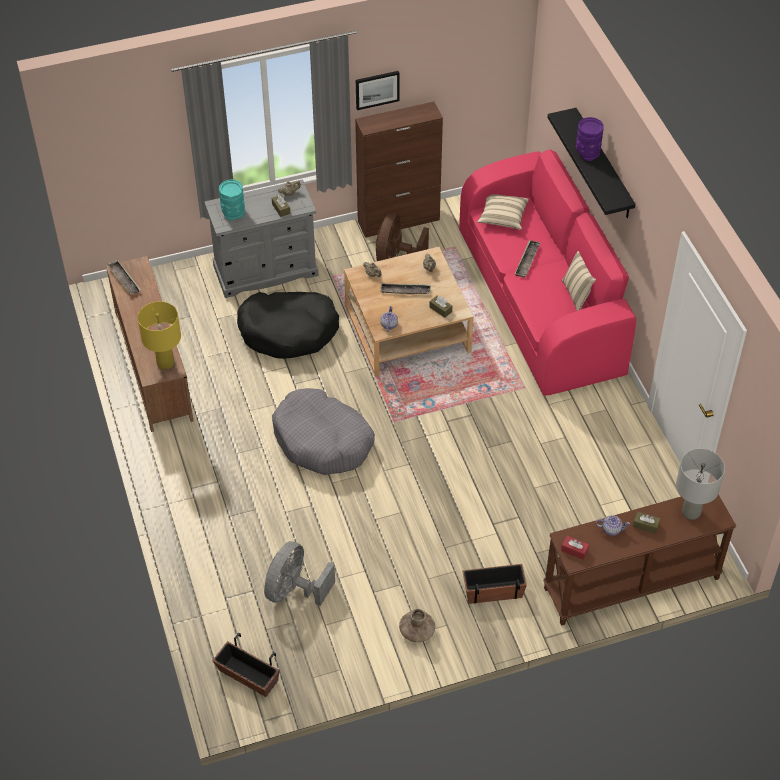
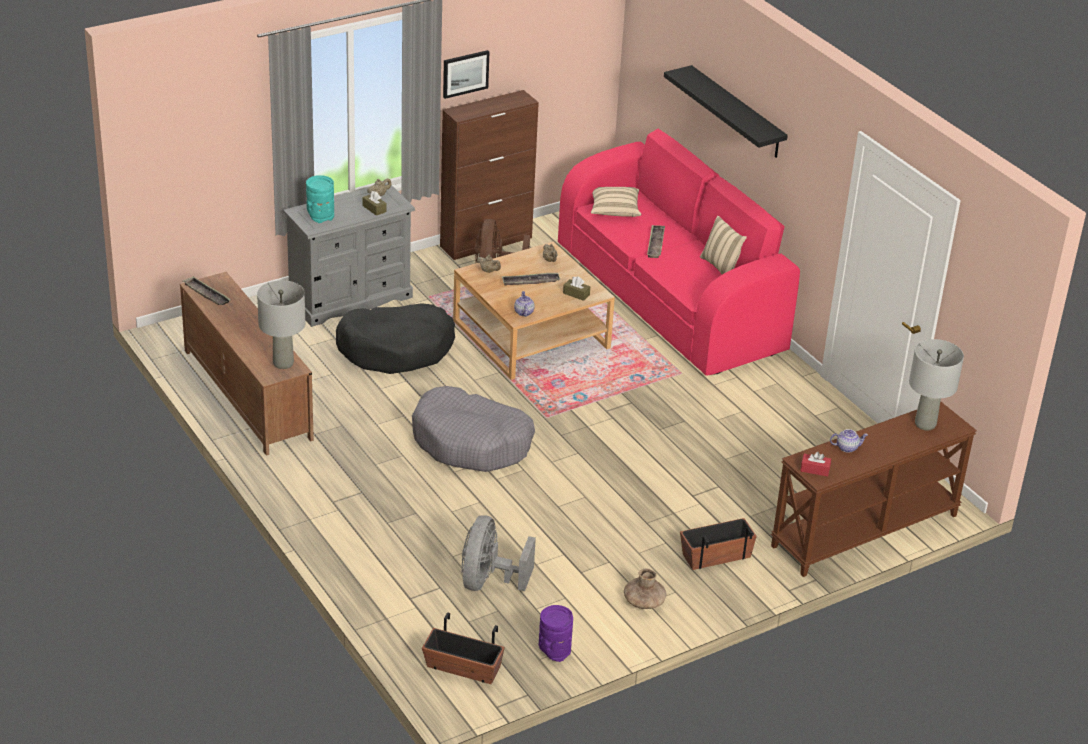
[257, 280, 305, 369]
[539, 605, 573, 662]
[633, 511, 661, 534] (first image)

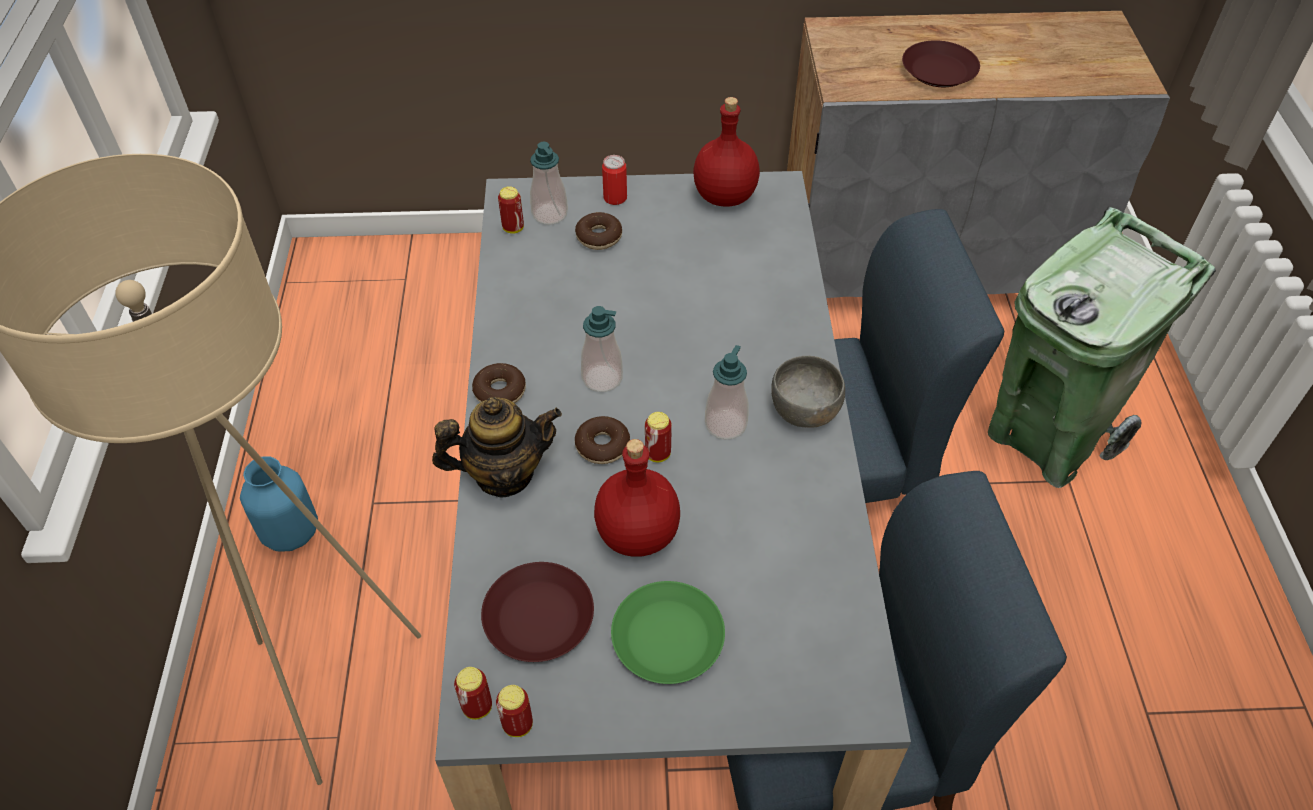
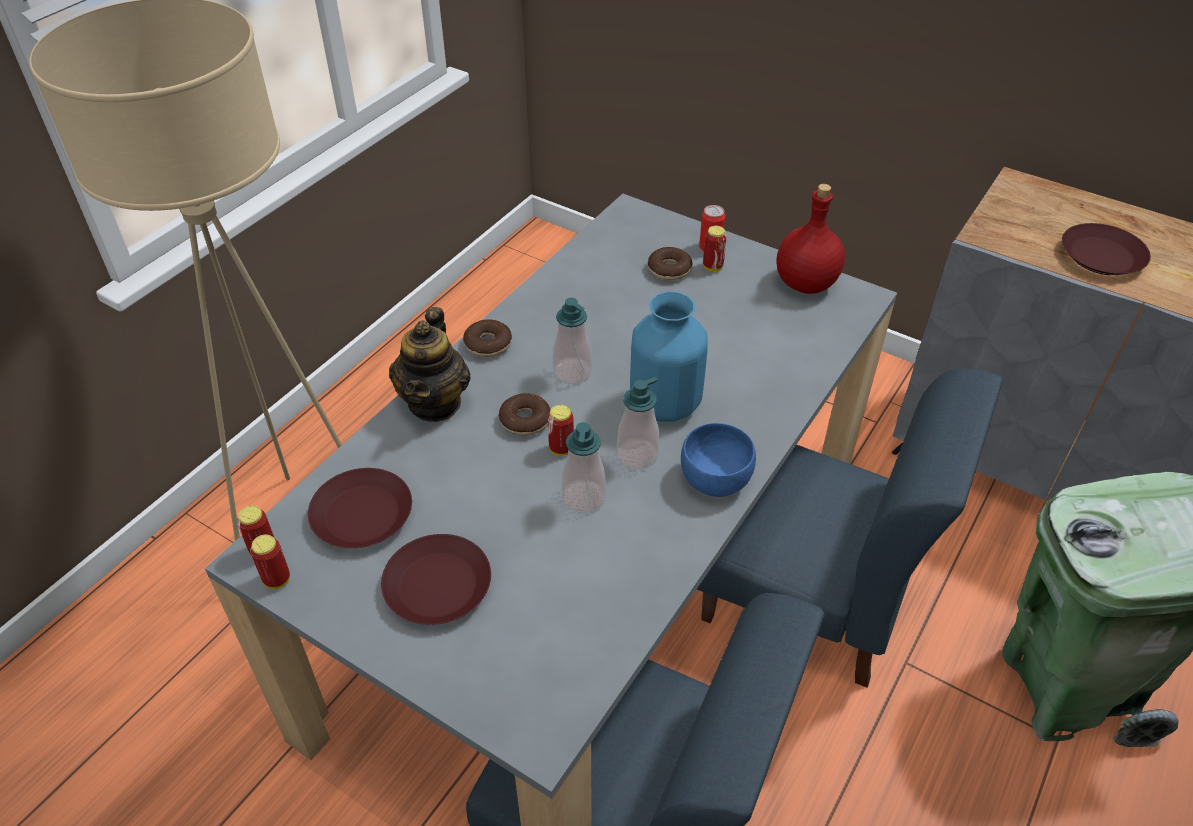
[630, 291, 708, 422]
[389, 307, 471, 422]
[703, 226, 727, 271]
[562, 422, 606, 513]
[594, 439, 680, 557] (first image)
[381, 534, 491, 625]
[681, 423, 756, 497]

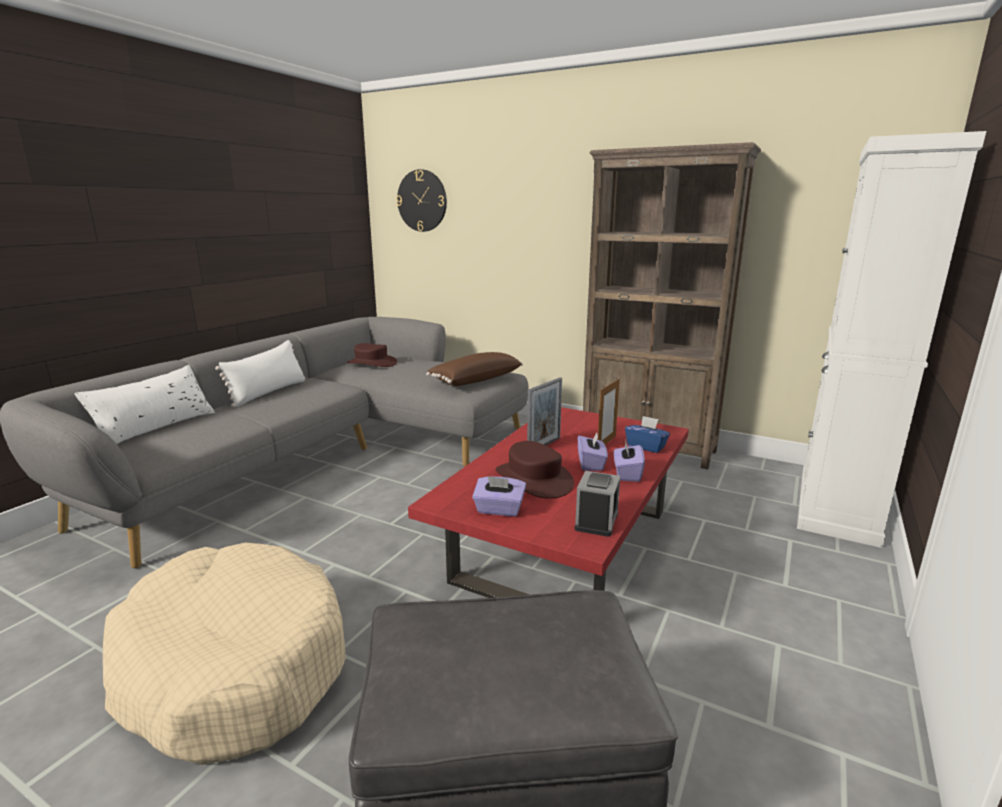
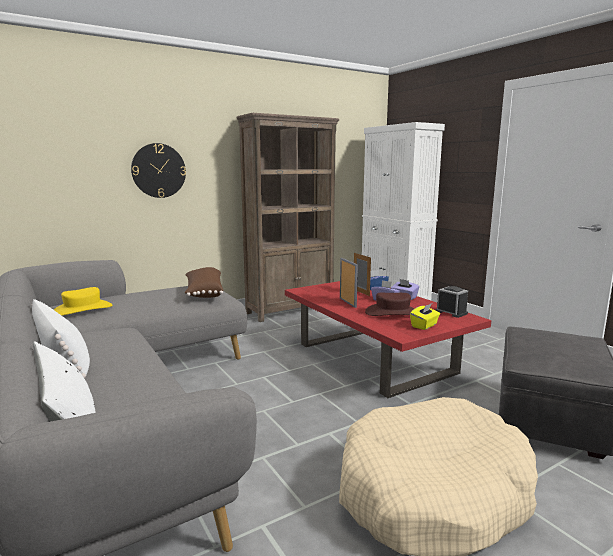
[54, 287, 112, 316]
[131, 143, 186, 198]
[410, 303, 440, 330]

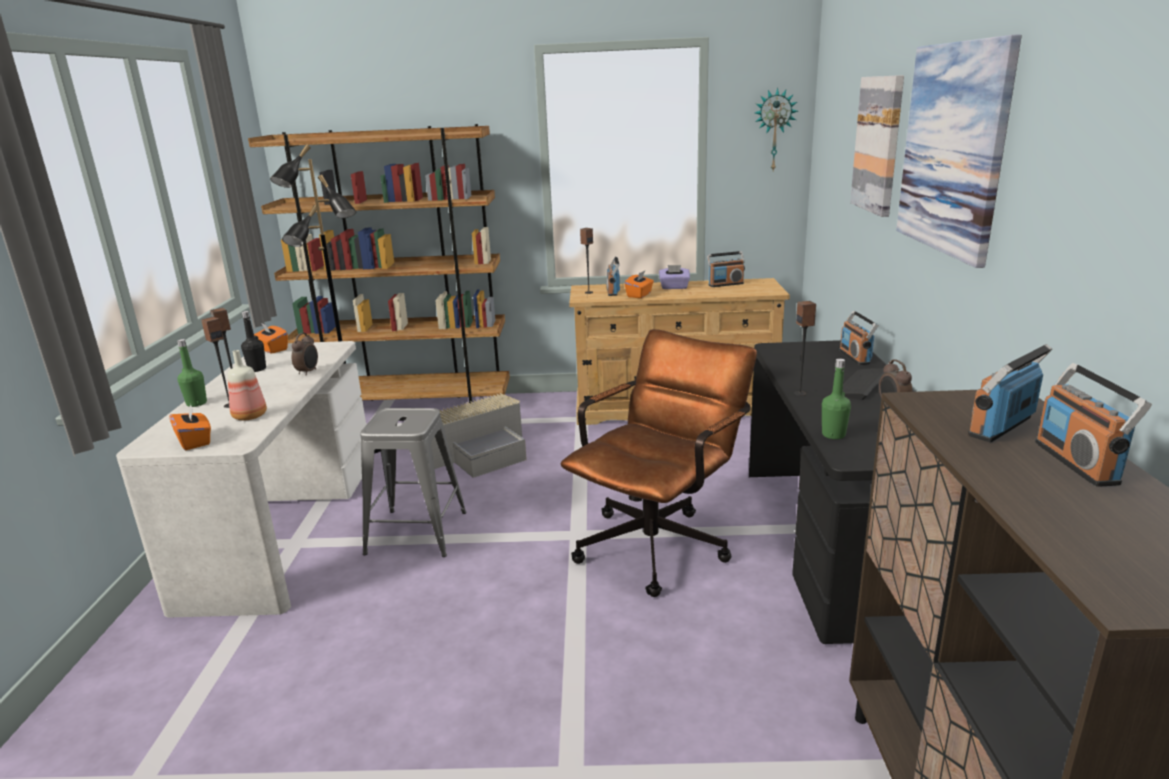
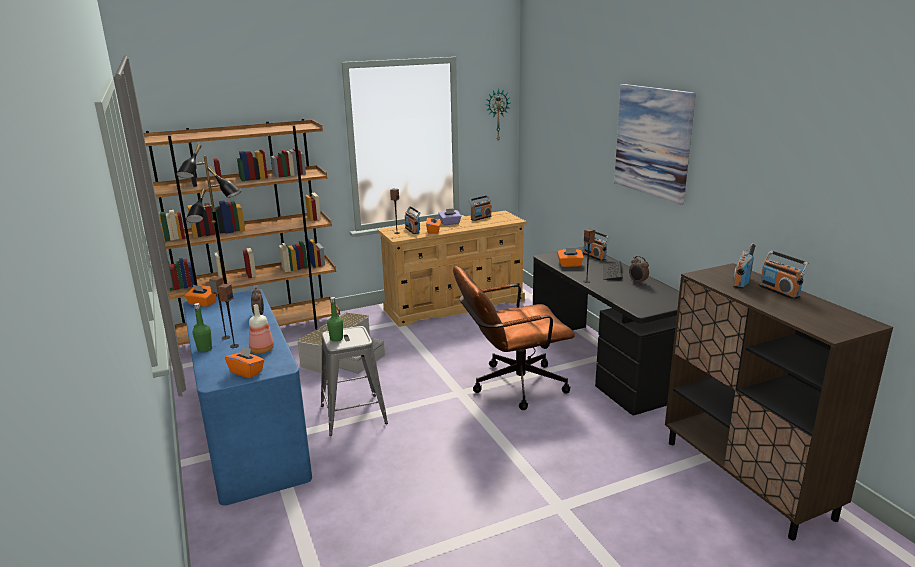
[183, 289, 312, 506]
[241, 311, 266, 372] (first image)
[453, 266, 575, 410]
[327, 297, 343, 342]
[850, 75, 904, 217] (first image)
[557, 248, 584, 267]

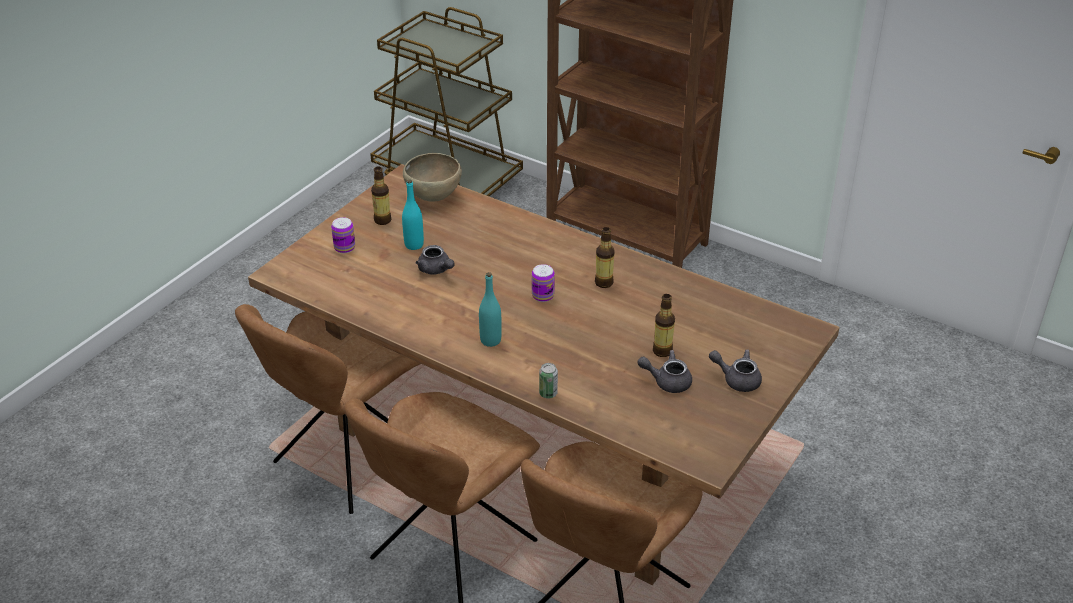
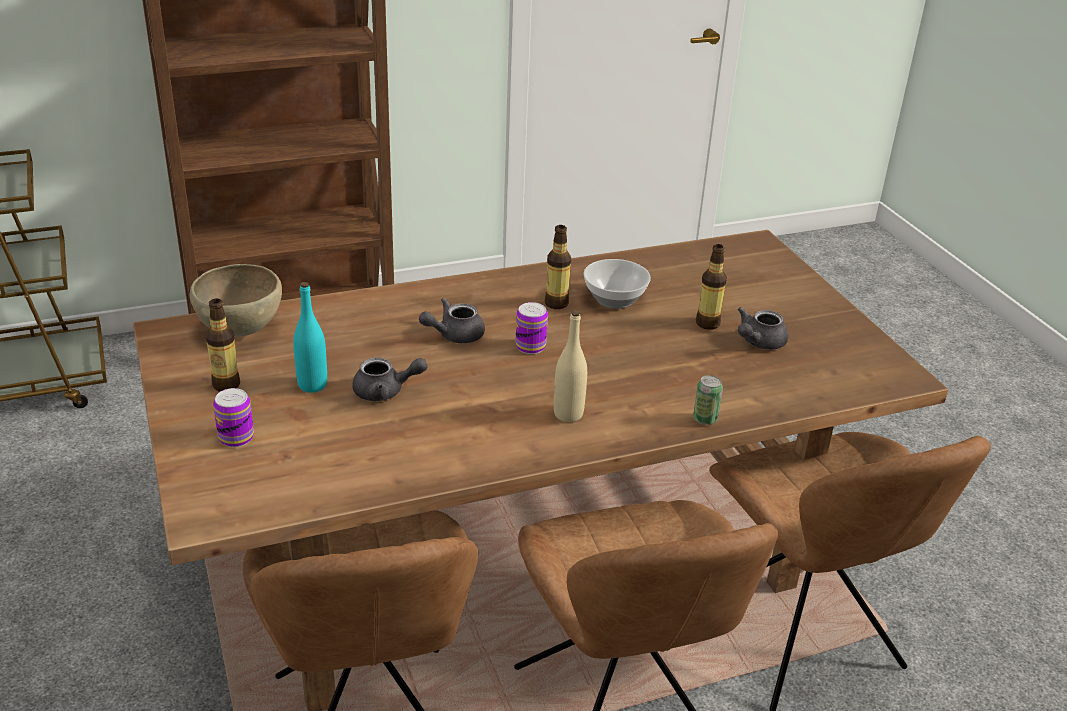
[554, 310, 587, 422]
[419, 298, 485, 343]
[584, 259, 651, 309]

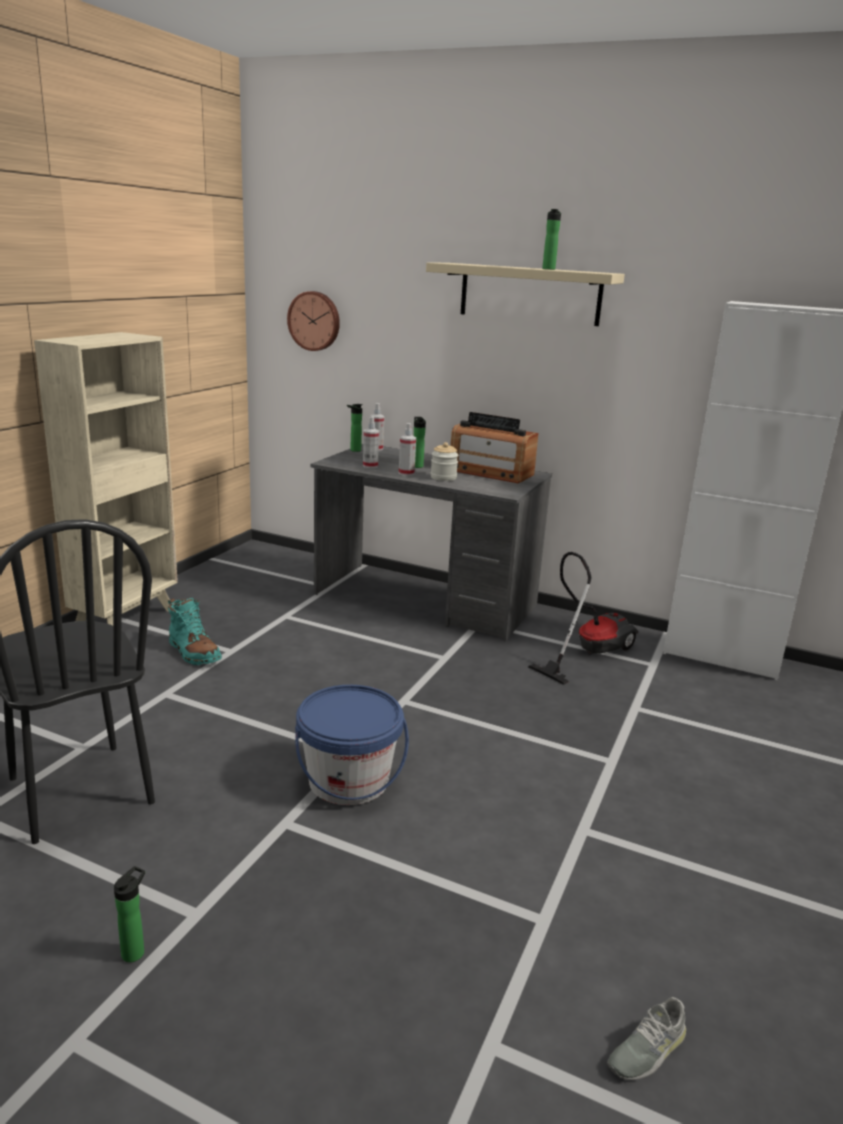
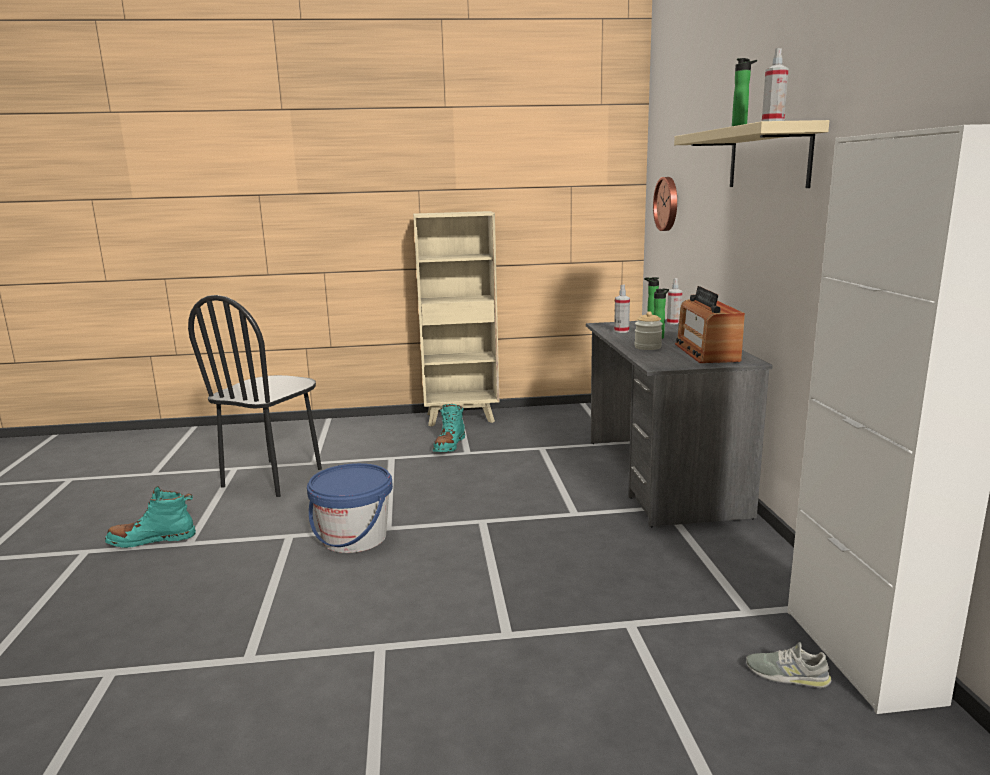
[105, 486, 196, 548]
[762, 48, 789, 121]
[528, 552, 638, 685] (first image)
[746, 642, 832, 688]

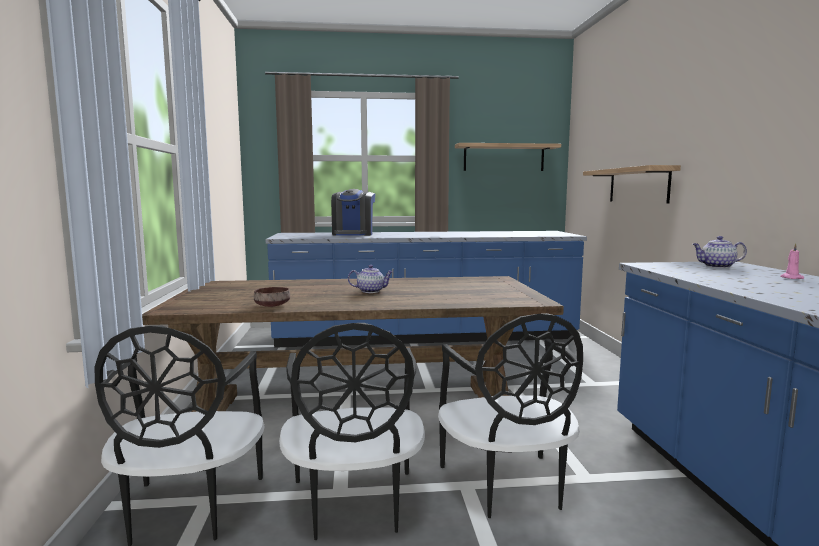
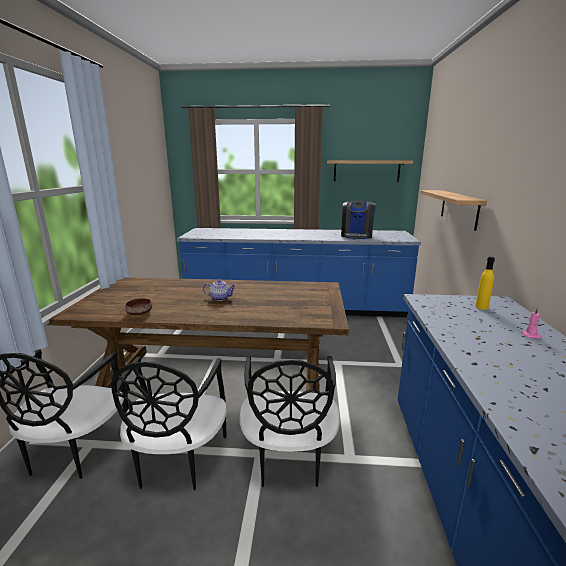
[341, 200, 376, 239]
[475, 257, 495, 310]

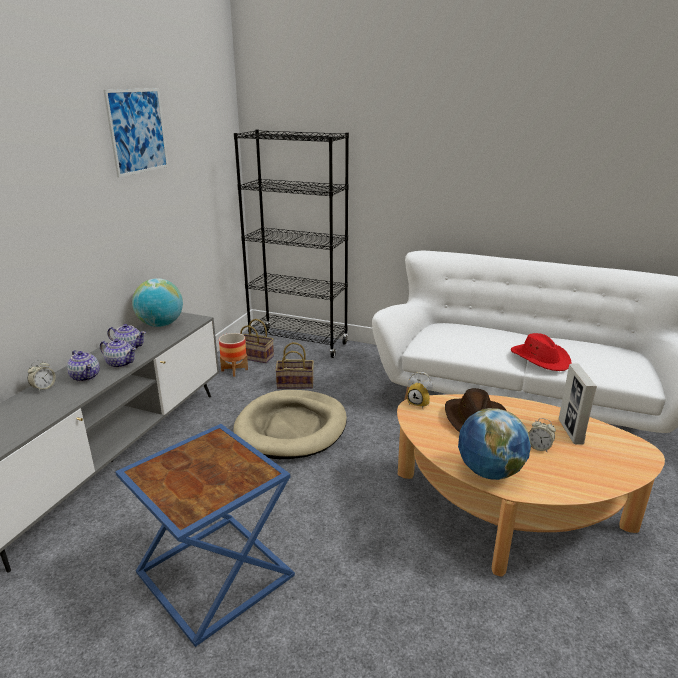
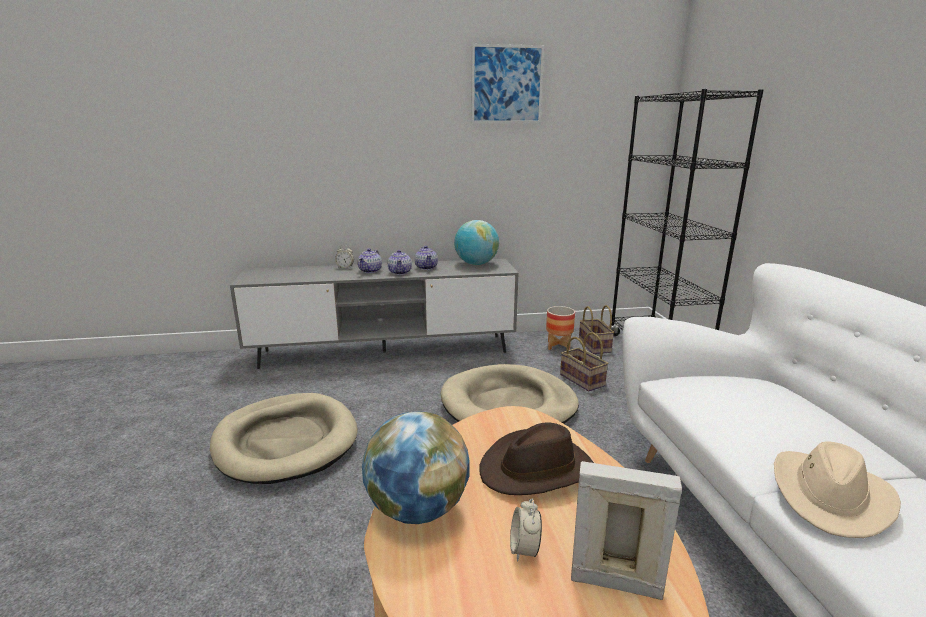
[210, 393, 358, 484]
[407, 372, 433, 409] (first image)
[774, 442, 901, 538]
[571, 461, 682, 600]

